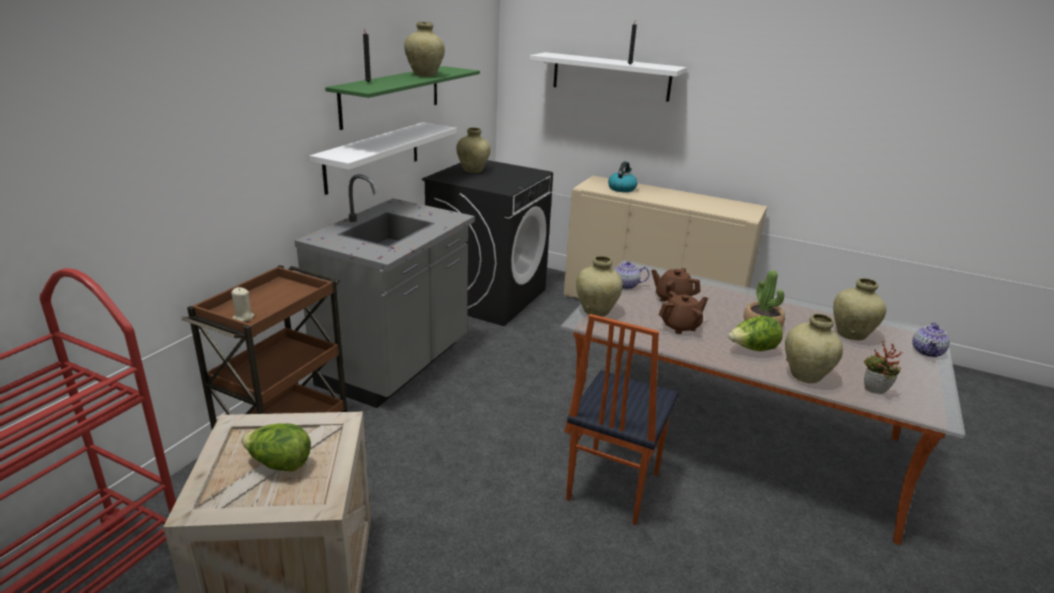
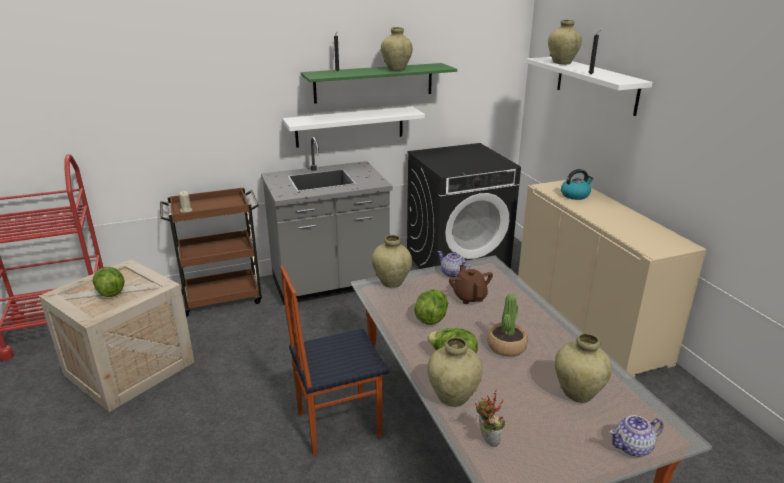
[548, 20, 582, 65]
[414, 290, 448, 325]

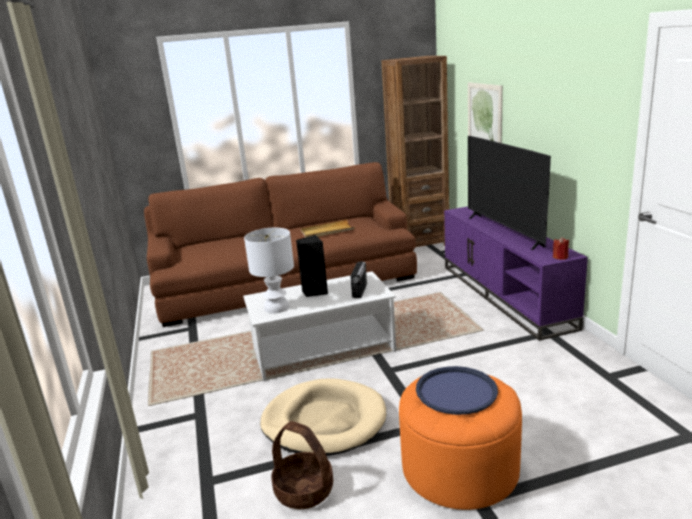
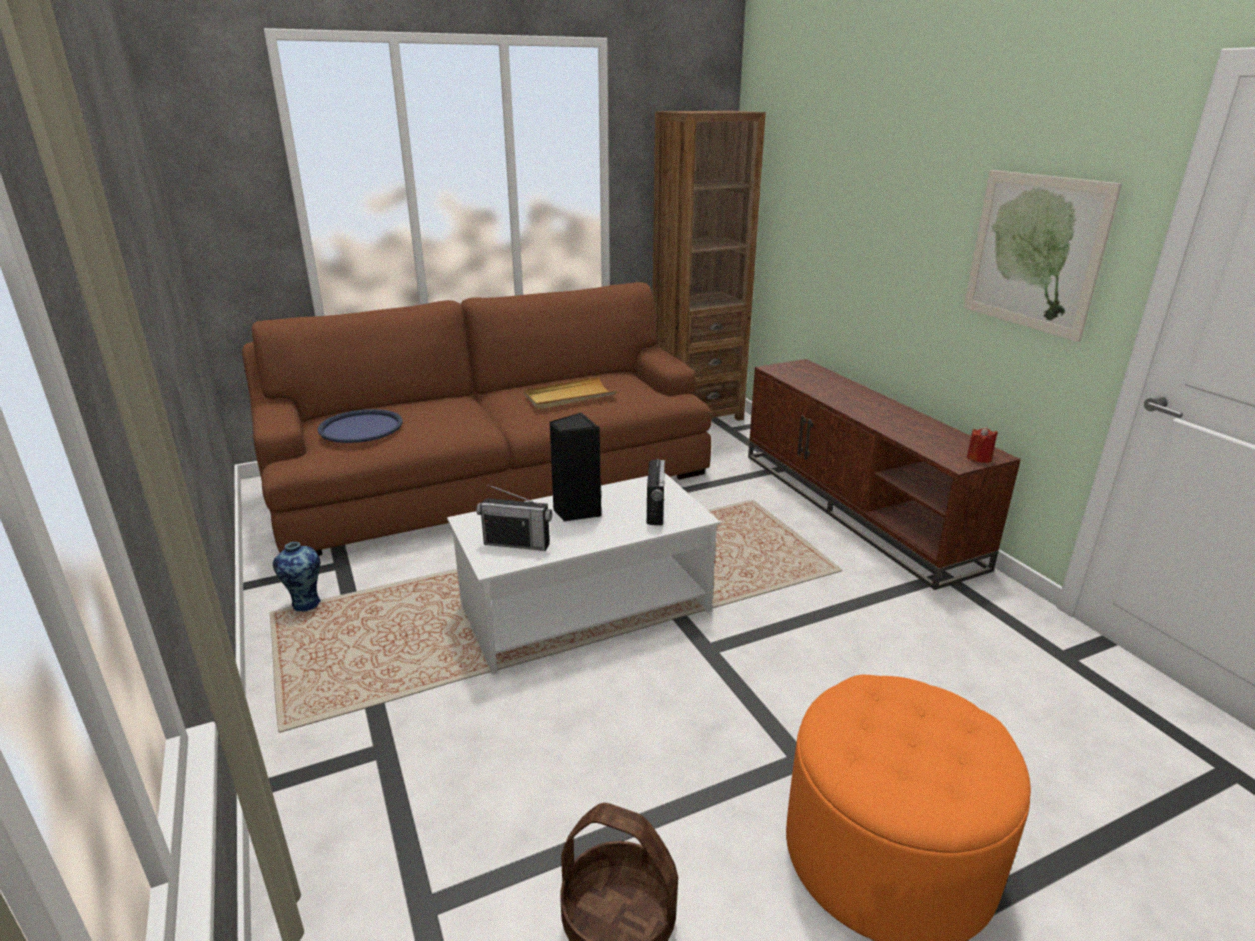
[476, 484, 552, 551]
[260, 379, 387, 456] (first image)
[318, 409, 403, 443]
[748, 359, 1021, 590]
[964, 170, 1122, 342]
[468, 136, 551, 250] (first image)
[273, 542, 321, 611]

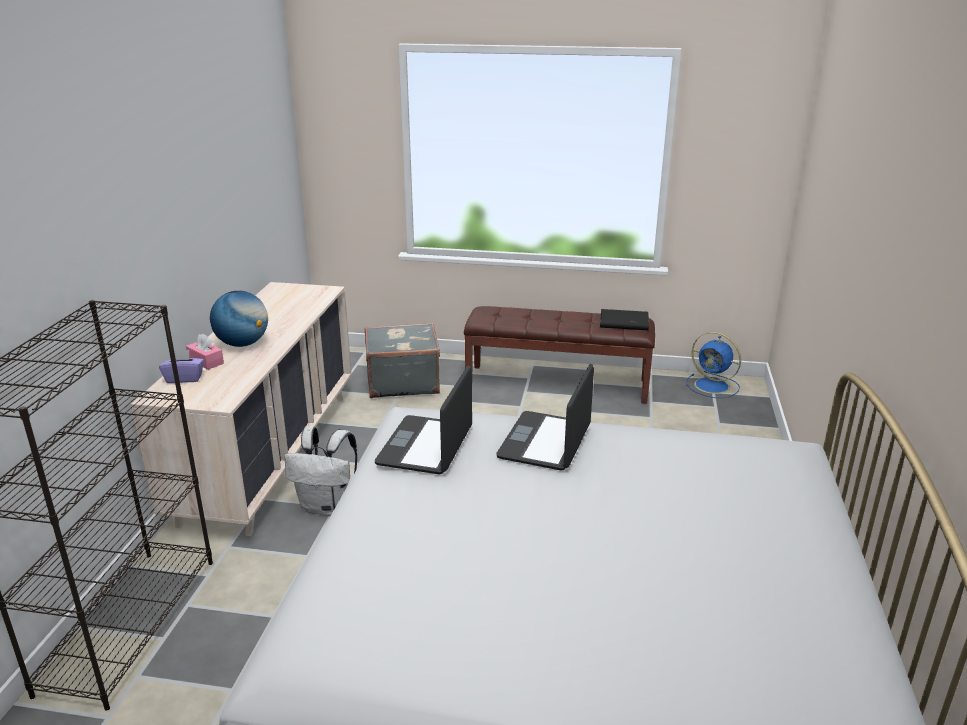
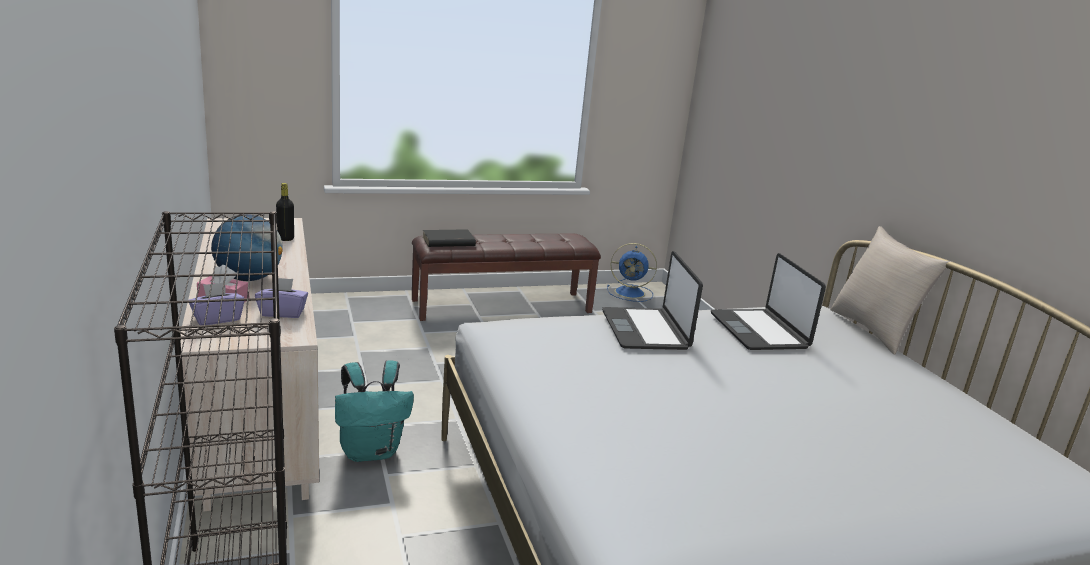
[335, 360, 414, 462]
[365, 323, 440, 398] (first image)
[711, 253, 826, 350]
[422, 229, 476, 247]
[255, 278, 308, 318]
[276, 183, 294, 241]
[830, 226, 952, 355]

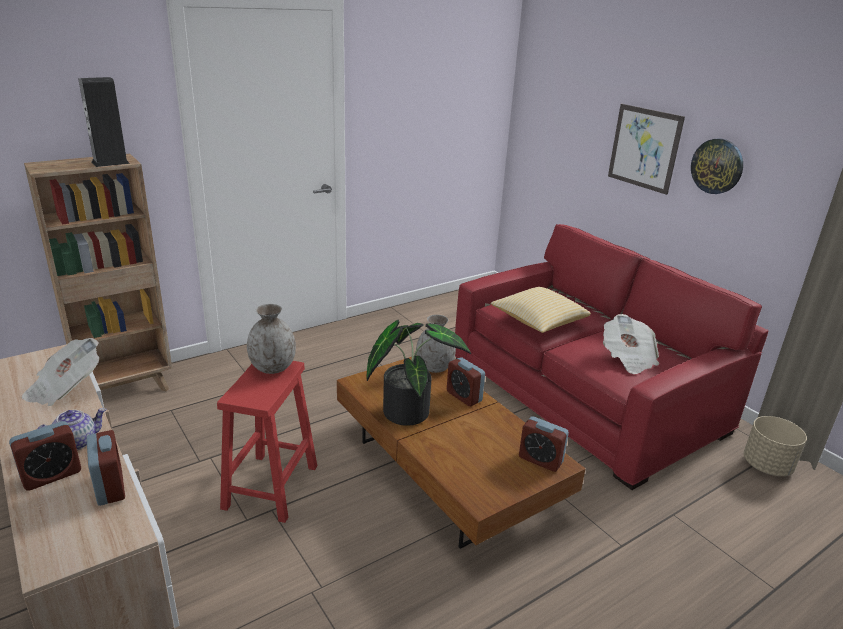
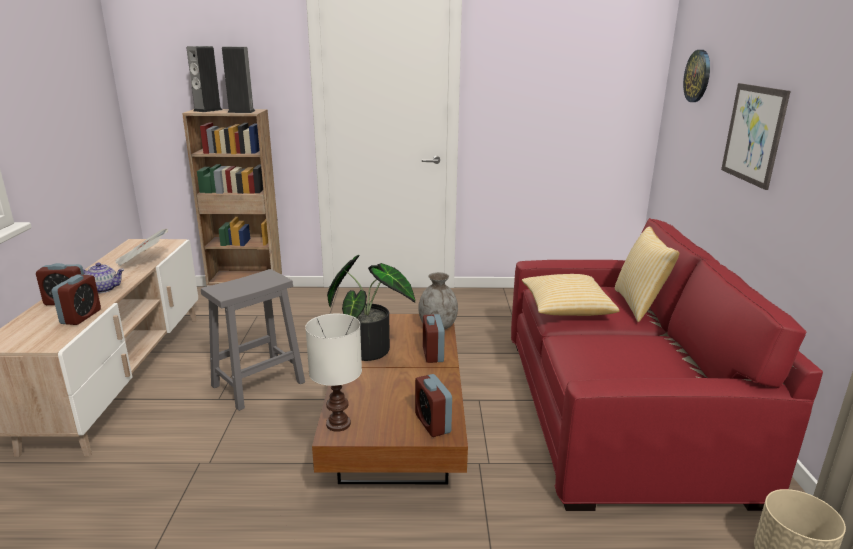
[201, 269, 305, 411]
[247, 304, 296, 374] (first image)
[603, 314, 659, 374] (first image)
[683, 50, 710, 102]
[187, 46, 222, 112]
[305, 314, 362, 432]
[615, 226, 679, 322]

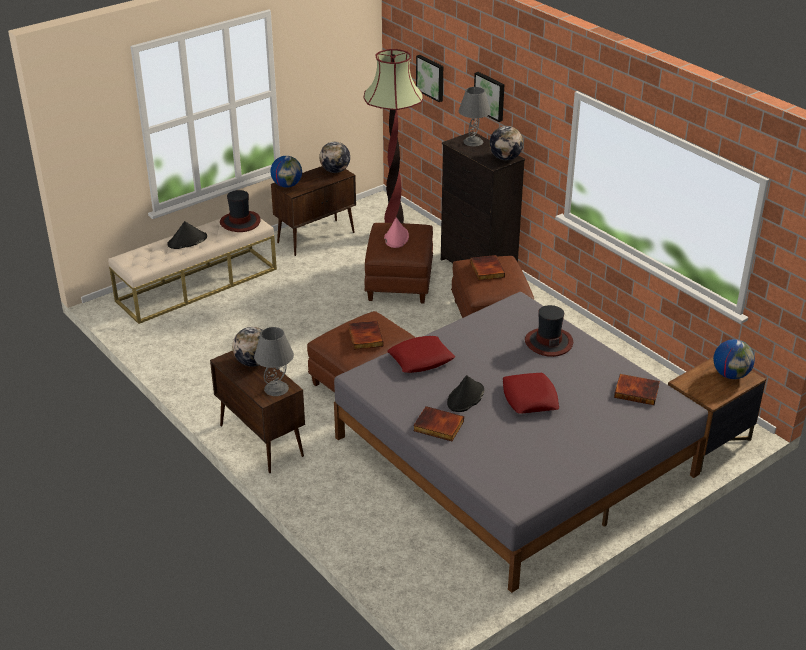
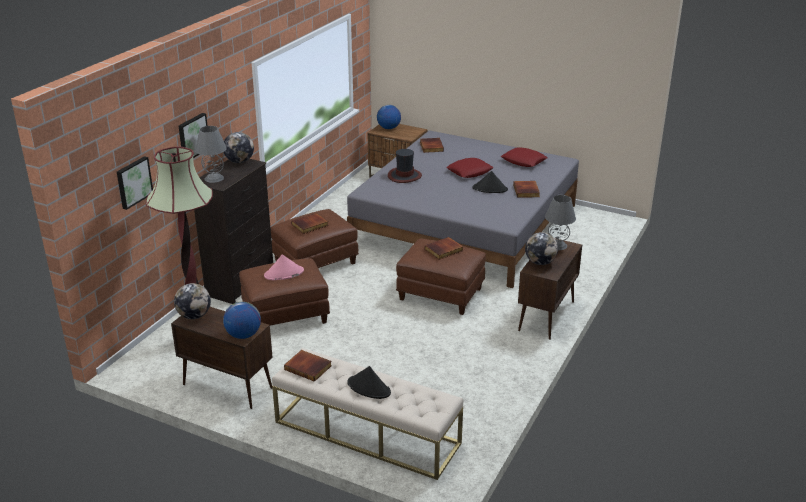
[284, 350, 332, 382]
[501, 147, 547, 167]

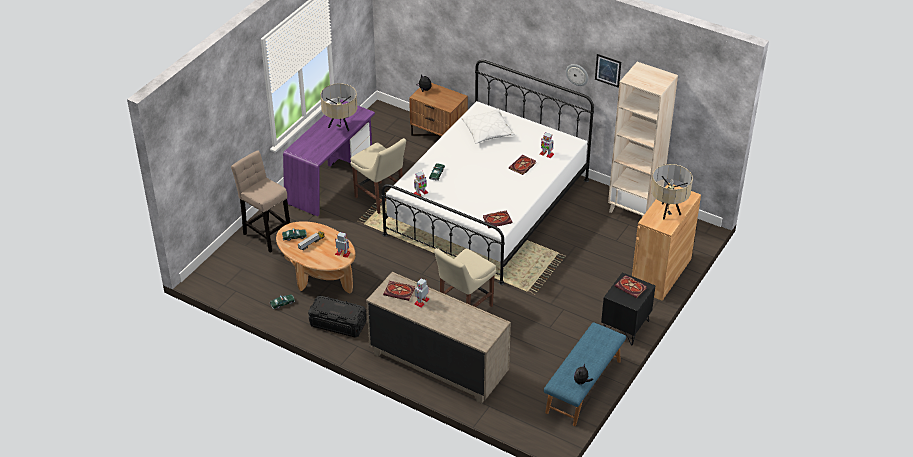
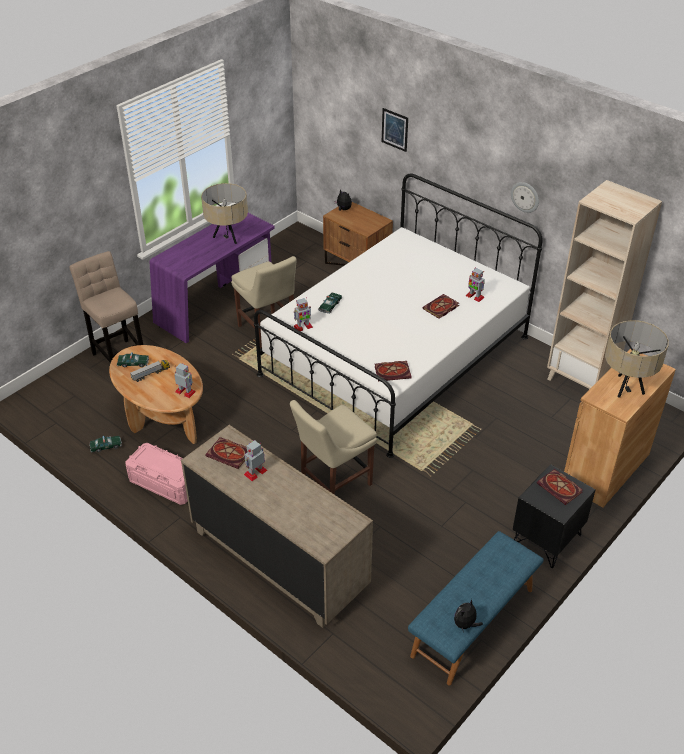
[125, 443, 188, 505]
[460, 109, 515, 144] (first image)
[382, 108, 408, 152]

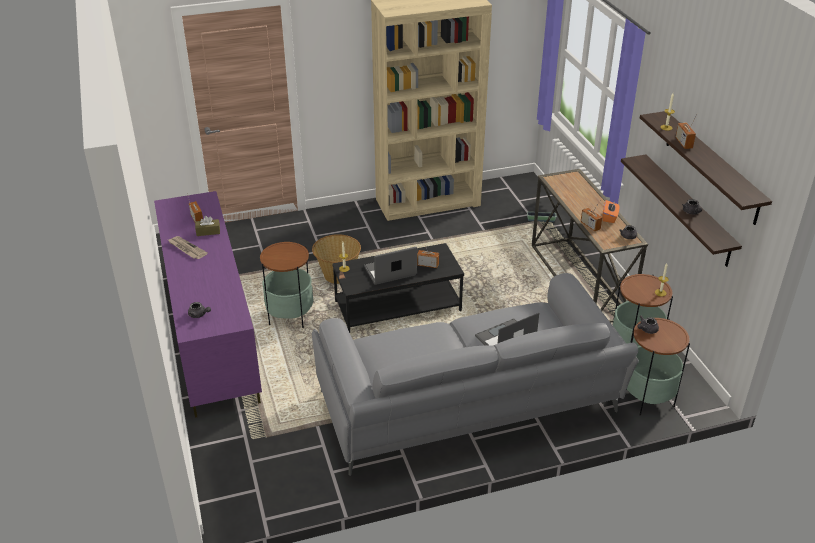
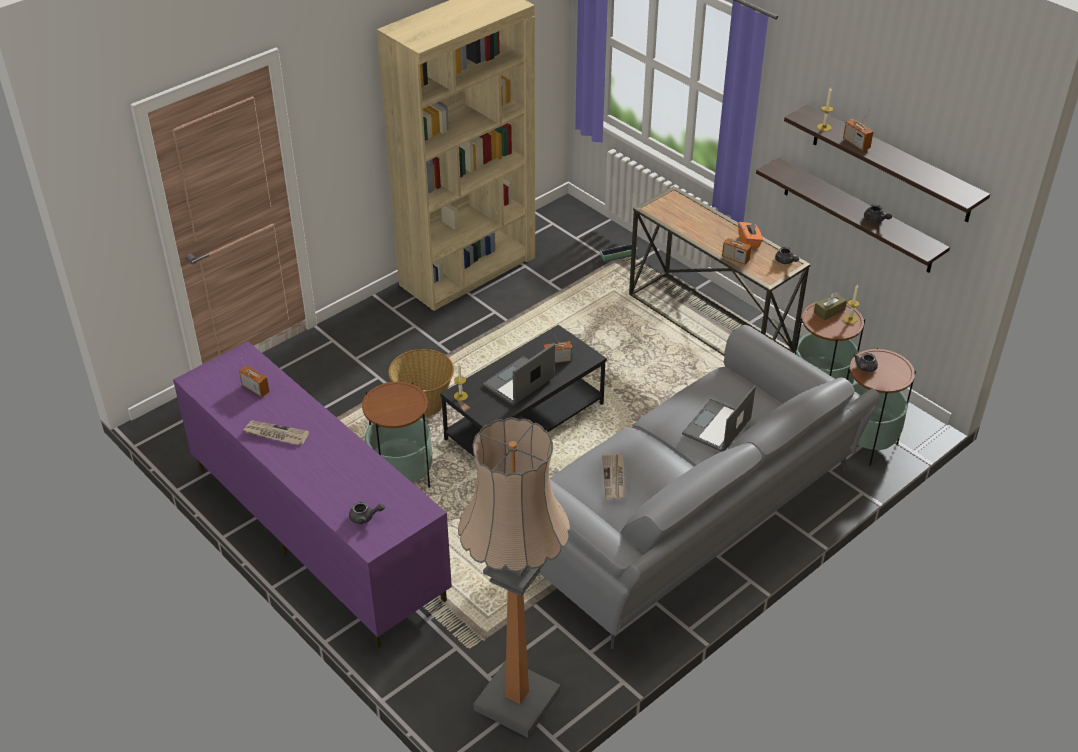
[814, 292, 847, 321]
[458, 417, 570, 738]
[602, 454, 625, 499]

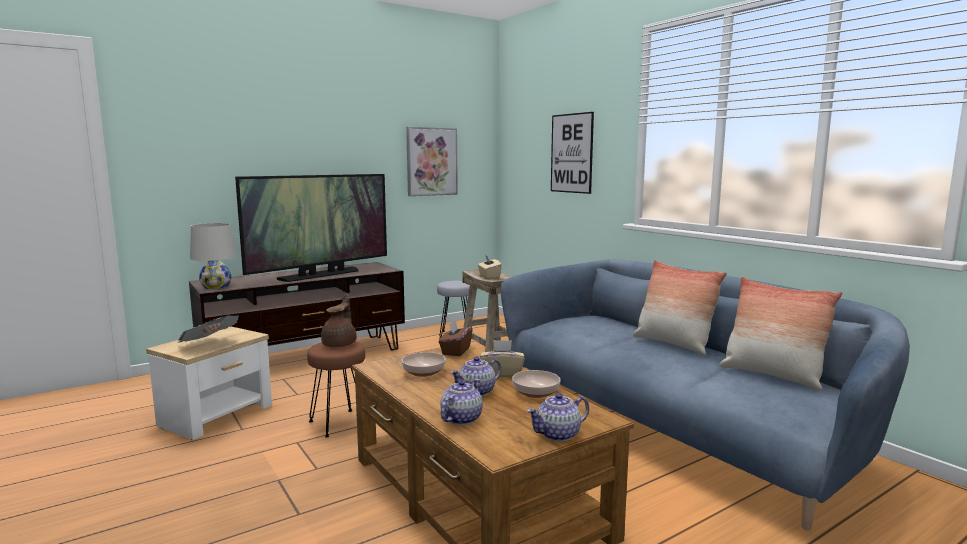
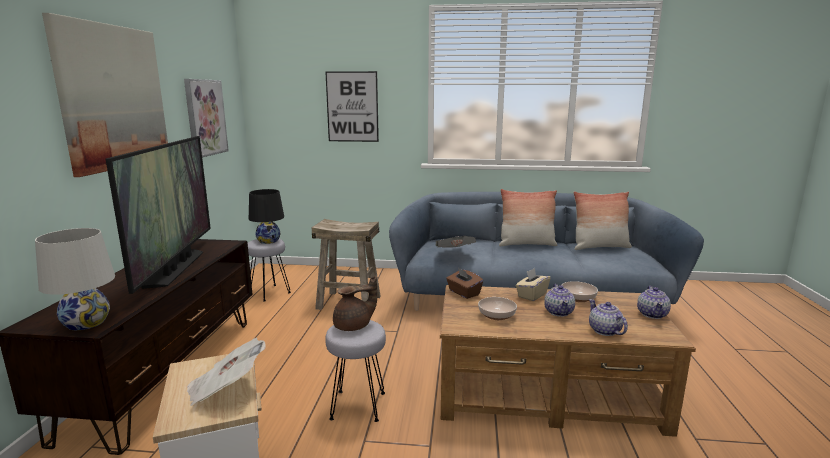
[325, 320, 386, 422]
[333, 276, 377, 331]
[477, 255, 502, 279] (first image)
[42, 13, 168, 177]
[249, 189, 284, 244]
[436, 236, 476, 248]

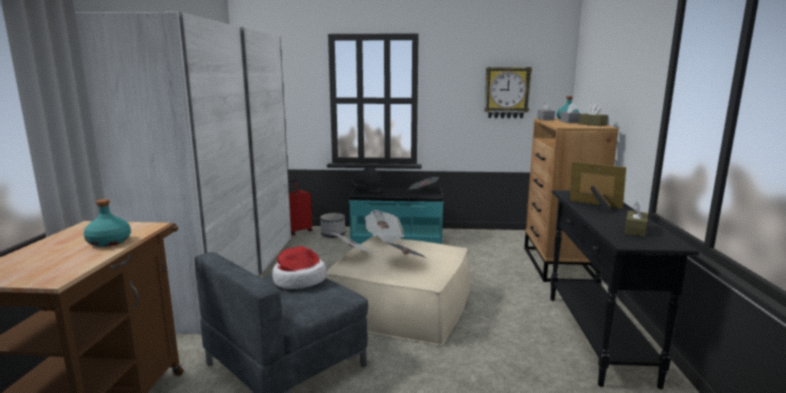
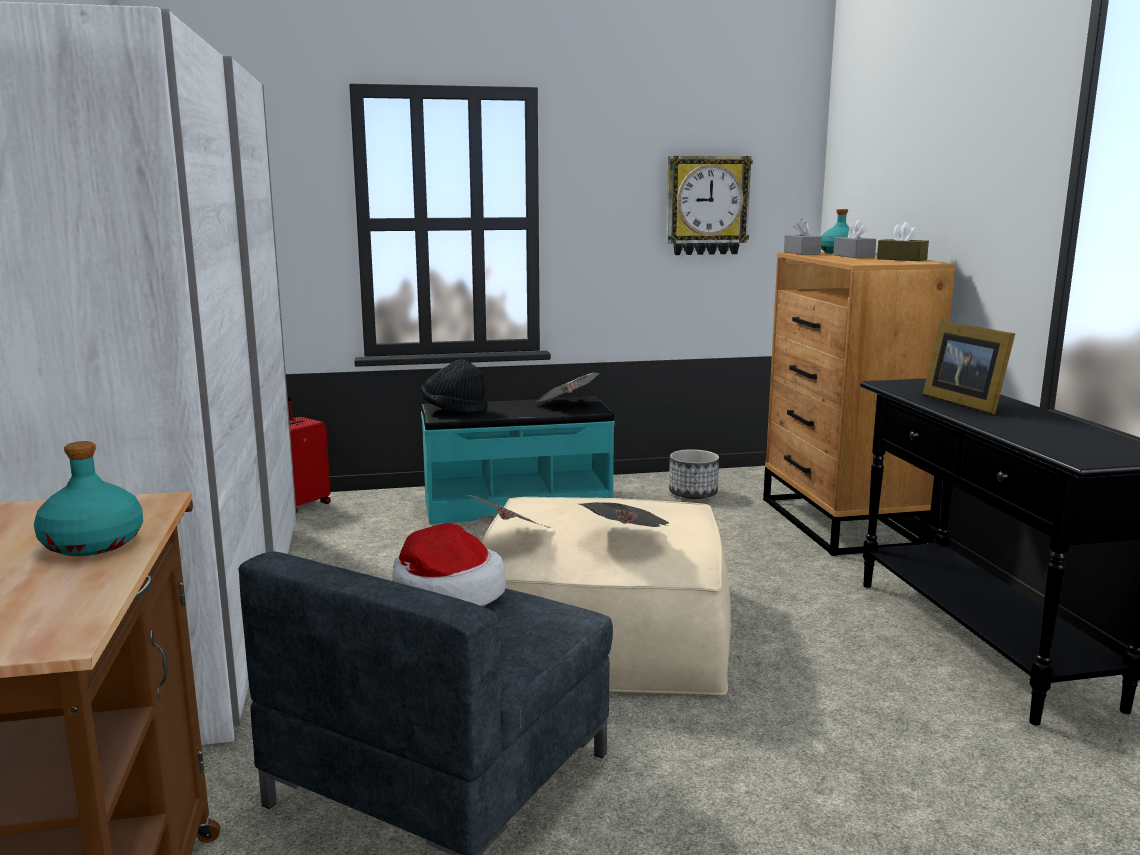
[669, 449, 719, 499]
[365, 210, 405, 244] (first image)
[923, 320, 1015, 414]
[625, 202, 648, 237] (first image)

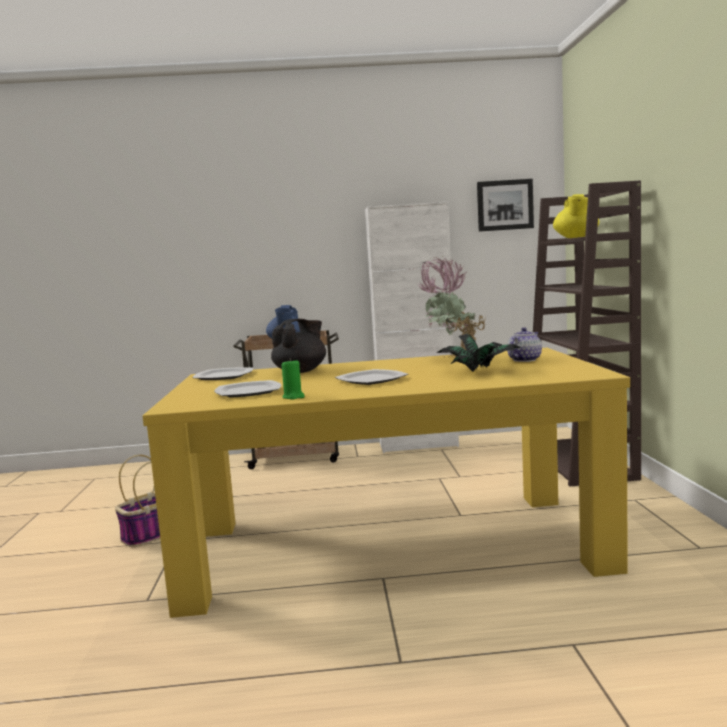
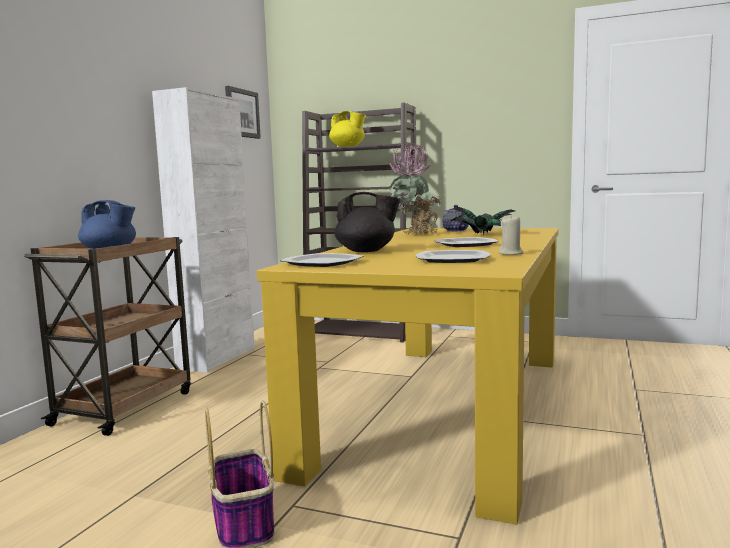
[335, 192, 401, 252]
[499, 215, 524, 255]

